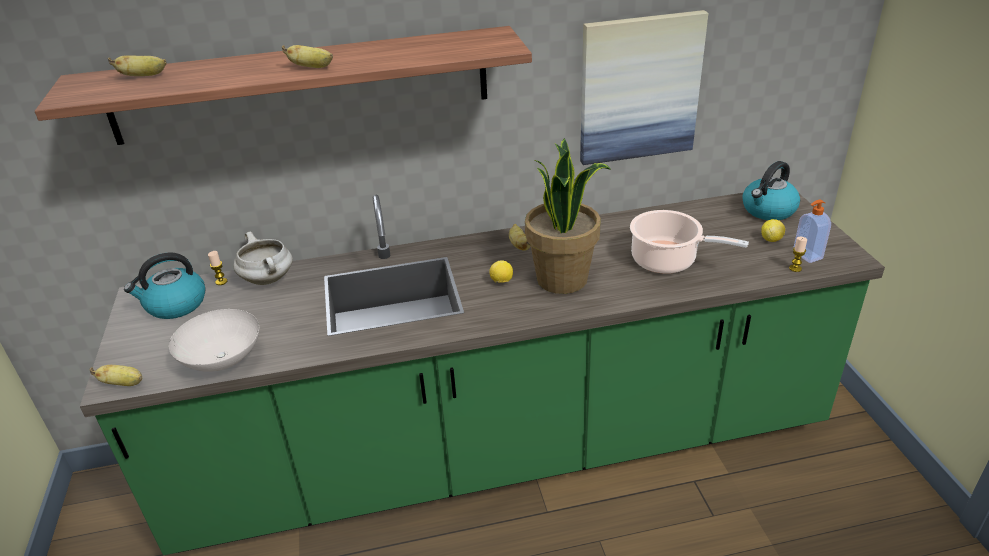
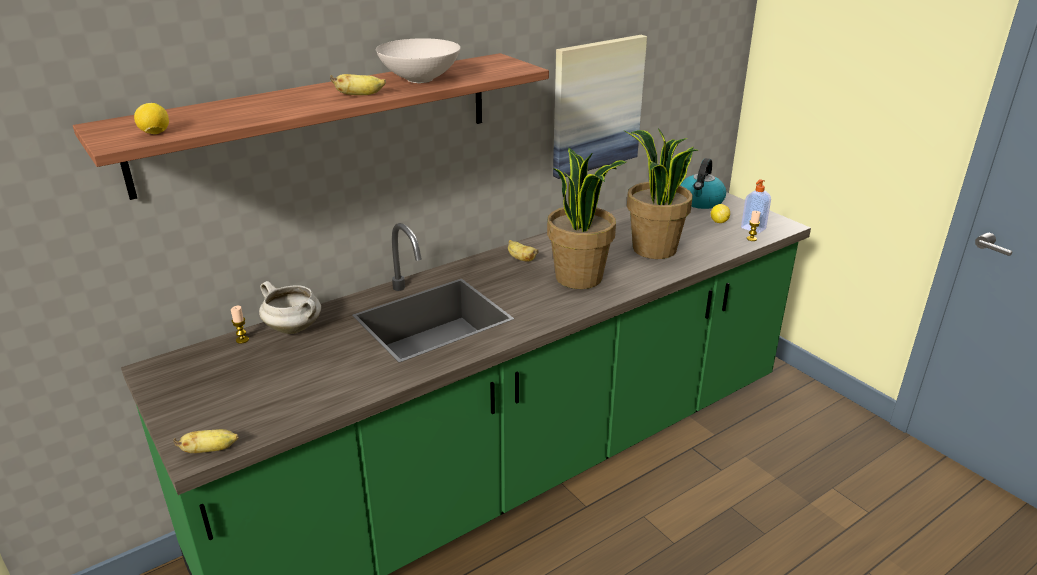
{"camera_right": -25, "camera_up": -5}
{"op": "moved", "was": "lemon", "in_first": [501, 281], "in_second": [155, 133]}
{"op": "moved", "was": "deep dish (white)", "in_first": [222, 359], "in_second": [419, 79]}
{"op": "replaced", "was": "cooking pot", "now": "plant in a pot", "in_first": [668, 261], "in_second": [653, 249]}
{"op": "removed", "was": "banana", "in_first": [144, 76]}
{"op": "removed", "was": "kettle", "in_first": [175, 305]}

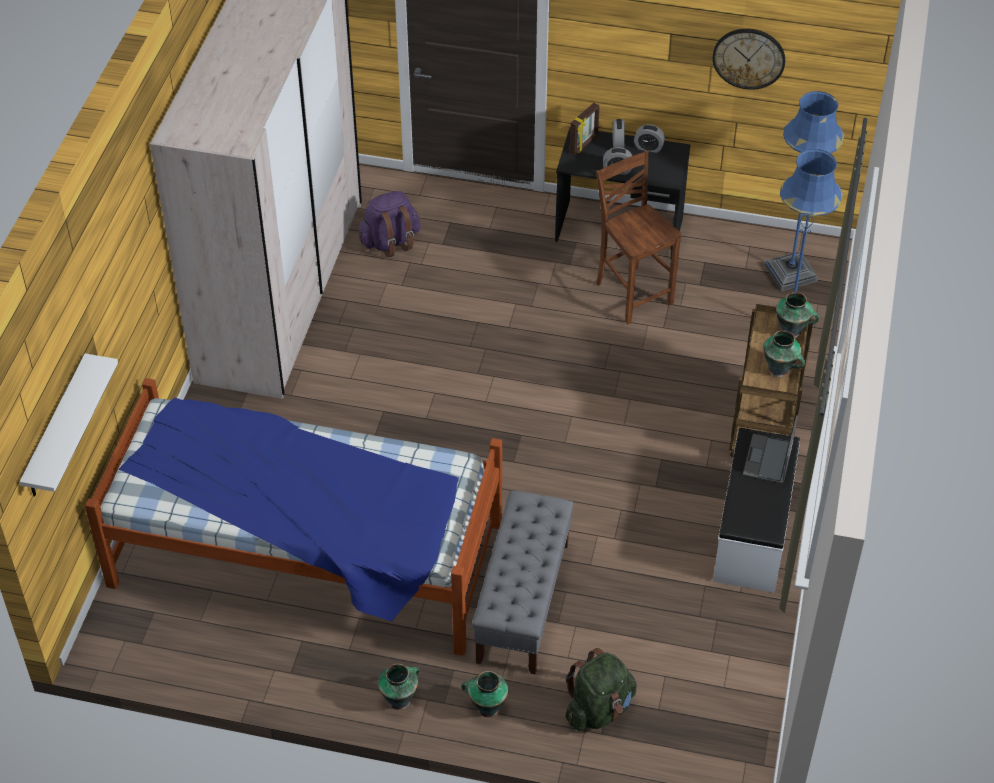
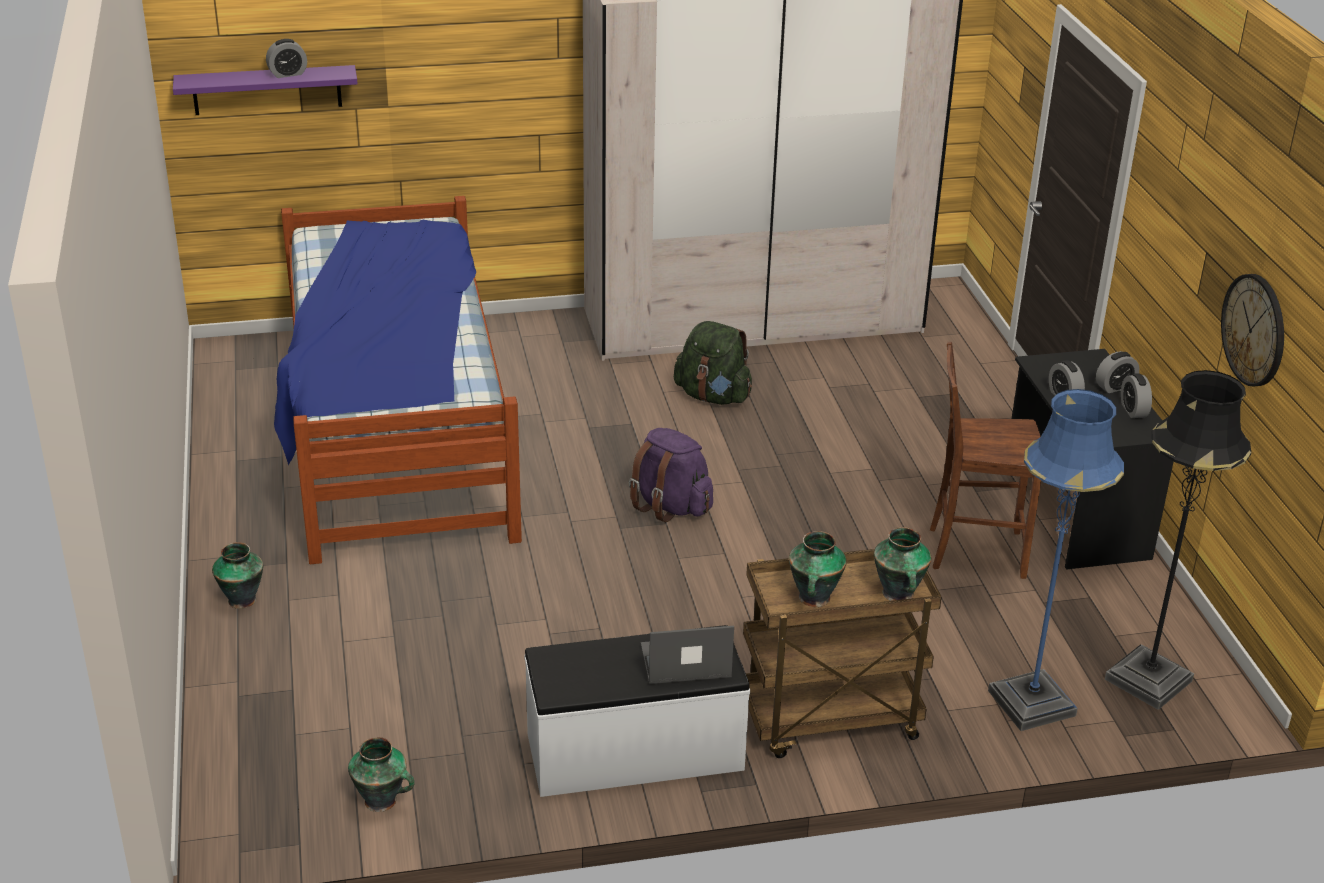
{"camera_right": 65, "camera_up": -15}
{"op": "recoloured", "was": "shelf (white)", "now": "shelf (purple)", "in_first": [56, 429], "in_second": [267, 90]}
{"op": "added", "now": "bedside clock", "in_second": [288, 74]}
{"op": "moved", "was": "decorative vase", "in_first": [400, 699], "in_second": [382, 801]}
{"op": "moved", "was": "rucksack (purple)", "in_first": [390, 242], "in_second": [670, 506]}
{"op": "moved", "was": "rucksack (green)", "in_first": [599, 709], "in_second": [713, 396]}
{"op": "turned", "was": "upright chair (brown)", "in_first": [632, 293], "in_second": [974, 551], "clockwise": -120}
{"op": "recoloured", "was": "standing lamp (blue)", "now": "standing lamp (black-coloured)", "in_first": [790, 273], "in_second": [1148, 680]}
{"op": "removed", "was": "indoor bench (grey)", "in_first": [523, 601]}
{"op": "removed", "was": "standing frame", "in_first": [584, 144]}

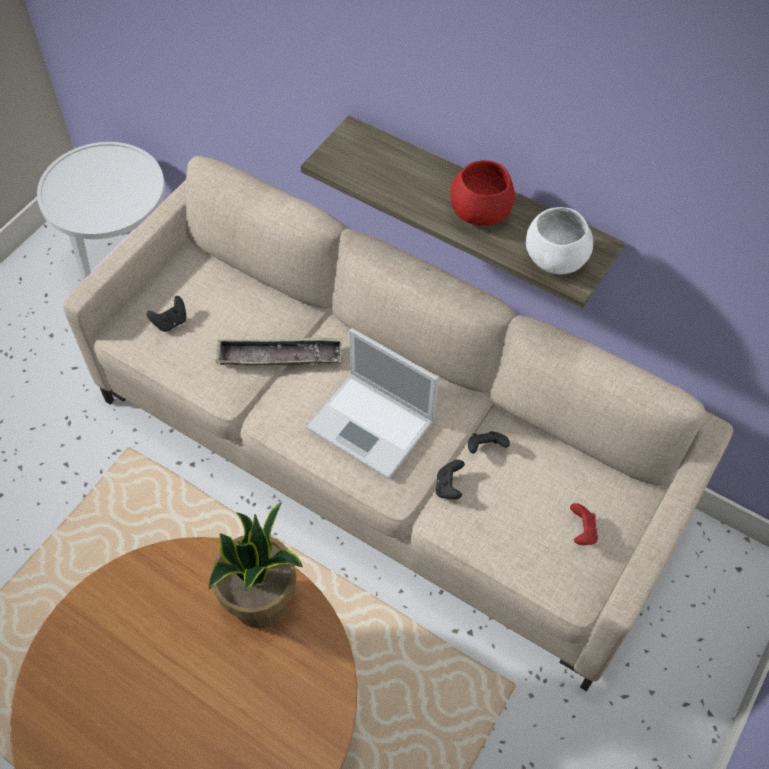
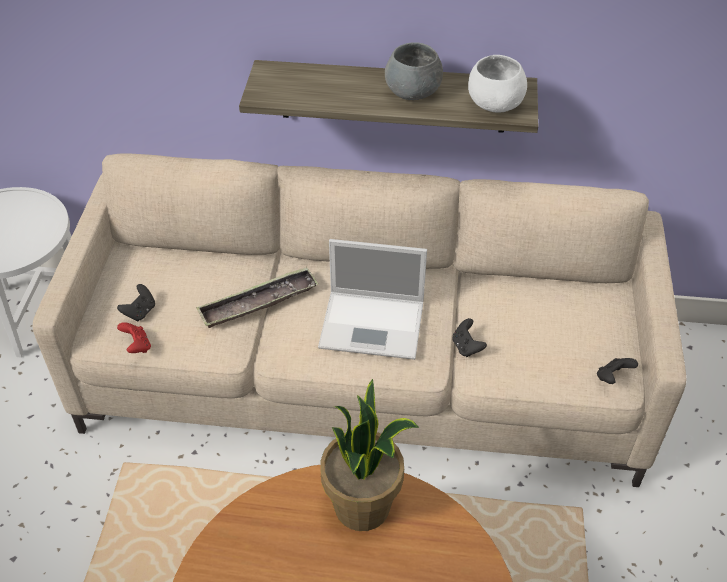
{"camera_right": -25, "camera_up": -10}
{"op": "moved", "was": "joypad (reddish)", "in_first": [582, 531], "in_second": [137, 346]}
{"op": "recoloured", "was": "deep dish (reddish)", "now": "deep dish (grey)", "in_first": [480, 213], "in_second": [413, 92]}
{"op": "moved", "was": "joypad (black-coloured)", "in_first": [485, 448], "in_second": [612, 377]}

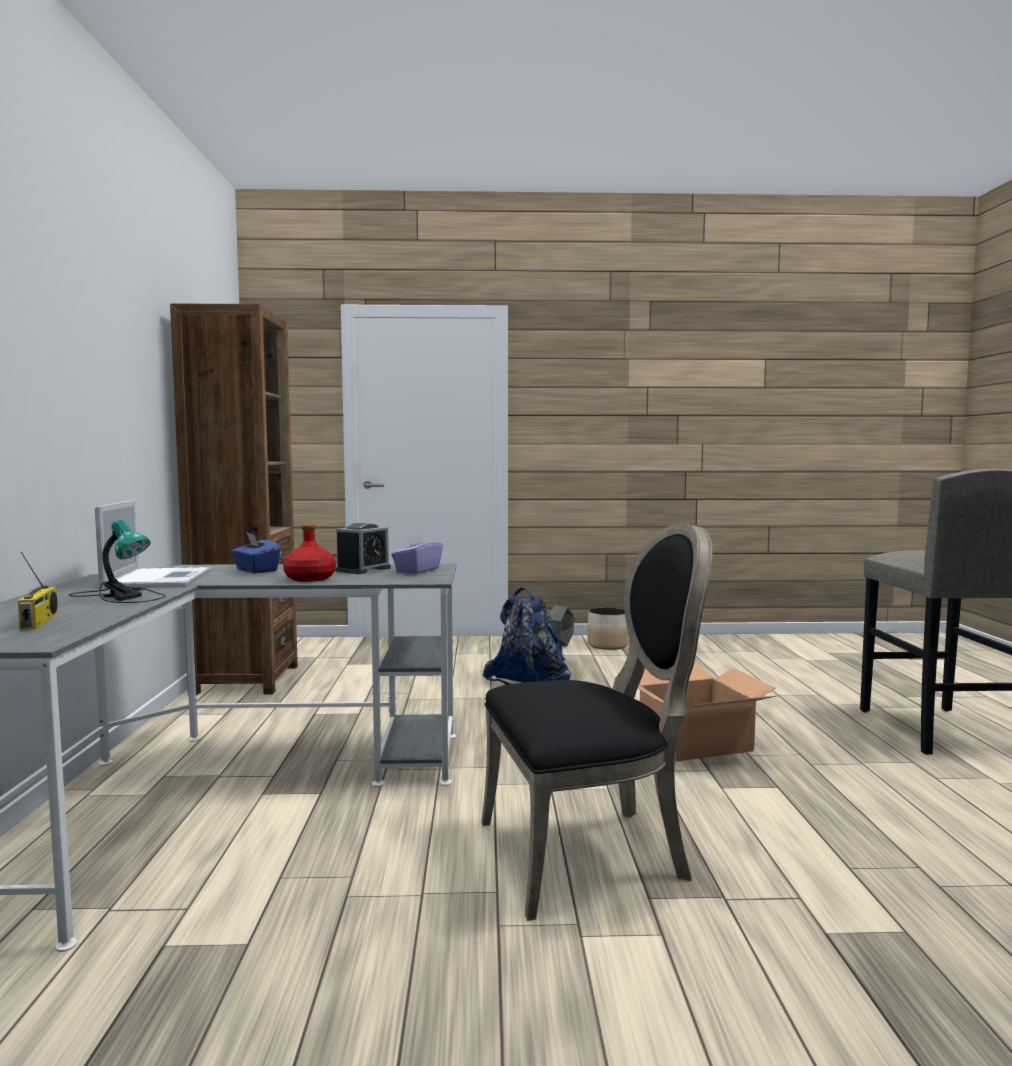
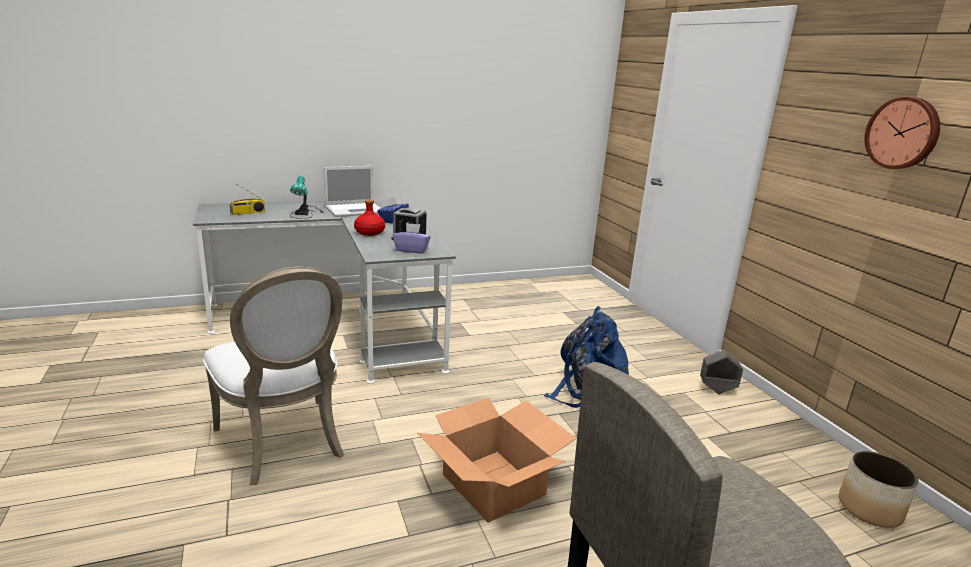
{"camera_right": 70, "camera_up": 15}
{"op": "recoloured", "was": "upright chair (black-coloured)", "now": "upright chair (white)", "in_first": [591, 853], "in_second": [284, 443]}
{"op": "moved", "was": "plant pot", "in_first": [607, 645], "in_second": [870, 509]}
{"op": "added", "now": "wall clock", "in_second": [903, 133]}
{"op": "removed", "was": "shelving unit (brown)", "in_first": [245, 679]}

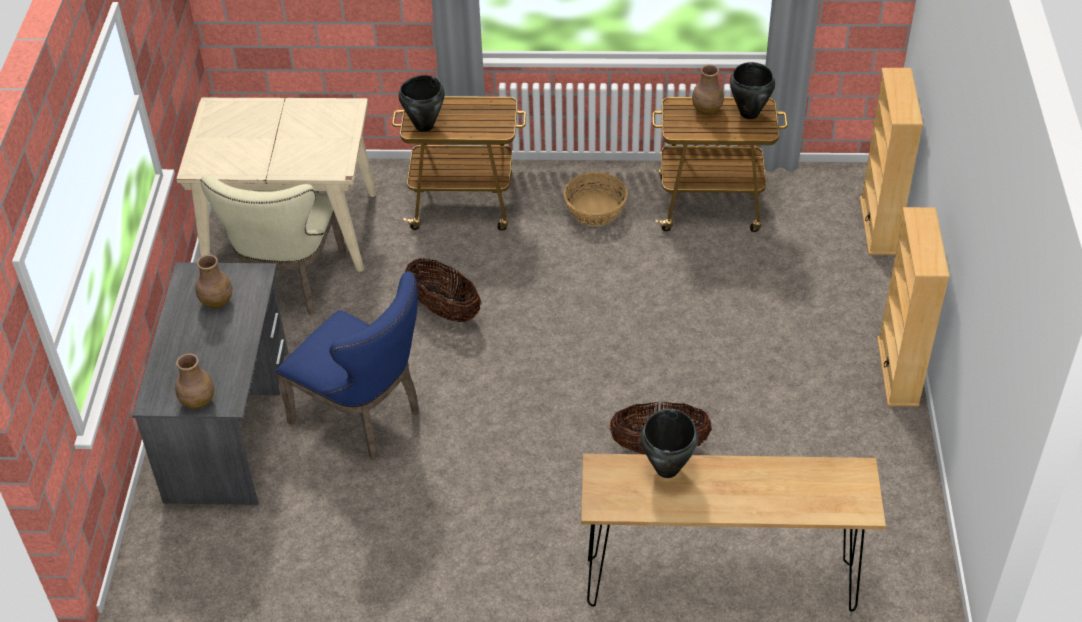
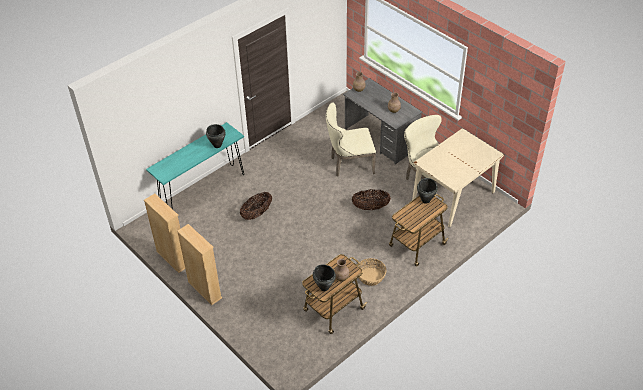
{"camera_right": 135, "camera_up": 0}
{"op": "moved", "was": "shelving unit (beige)", "in_first": [878, 226], "in_second": [172, 259]}
{"op": "recoloured", "was": "hall table (brown)", "now": "hall table (turquoise)", "in_first": [720, 585], "in_second": [202, 191]}
{"op": "recoloured", "was": "upright chair (blue)", "now": "upright chair (beige)", "in_first": [364, 417], "in_second": [349, 164]}

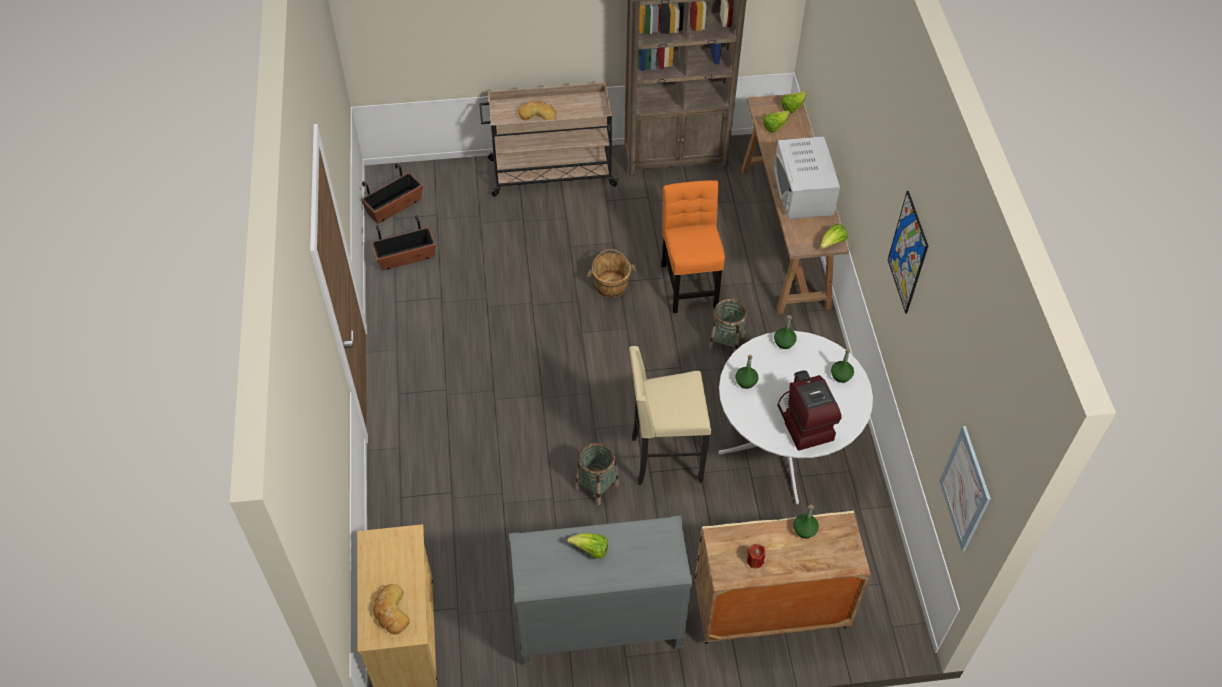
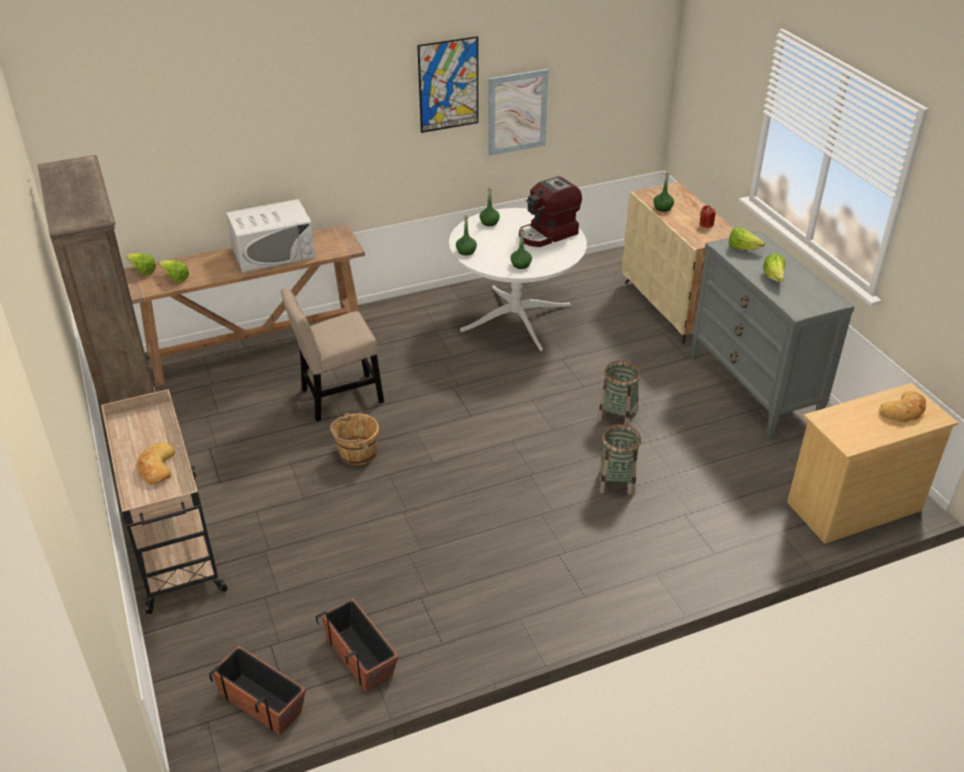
{"camera_right": -105, "camera_up": -15}
{"op": "recoloured", "was": "upright chair (orangey)", "now": "upright chair (beige)", "in_first": [689, 282], "in_second": [337, 397]}
{"op": "moved", "was": "picture", "in_first": [965, 489], "in_second": [517, 112]}
{"op": "moved", "was": "basket", "in_first": [726, 342], "in_second": [617, 482]}
{"op": "moved", "was": "head of lettuce", "in_first": [832, 243], "in_second": [742, 248]}
{"op": "removed", "was": "stool (beige)", "in_first": [664, 459]}

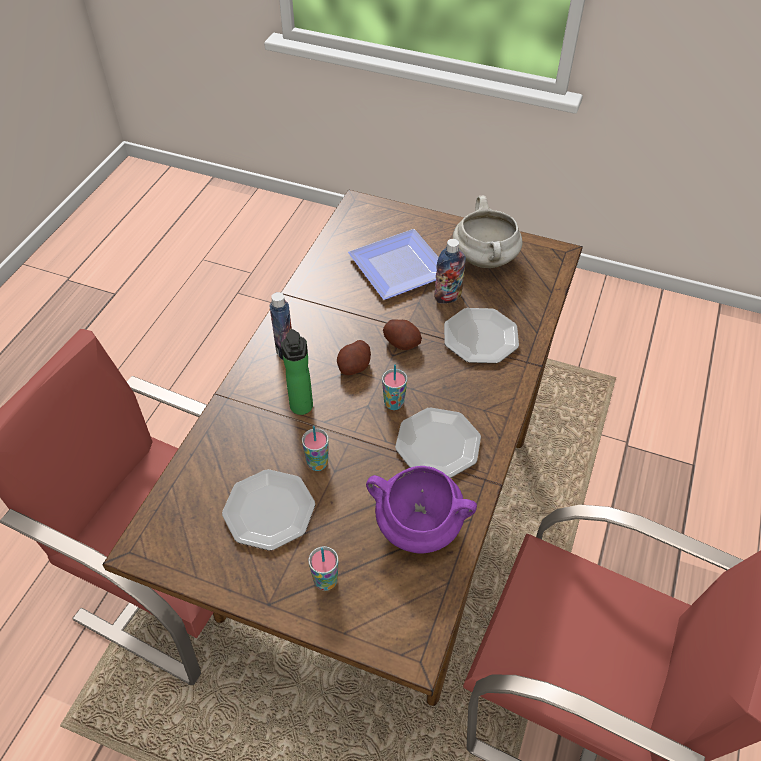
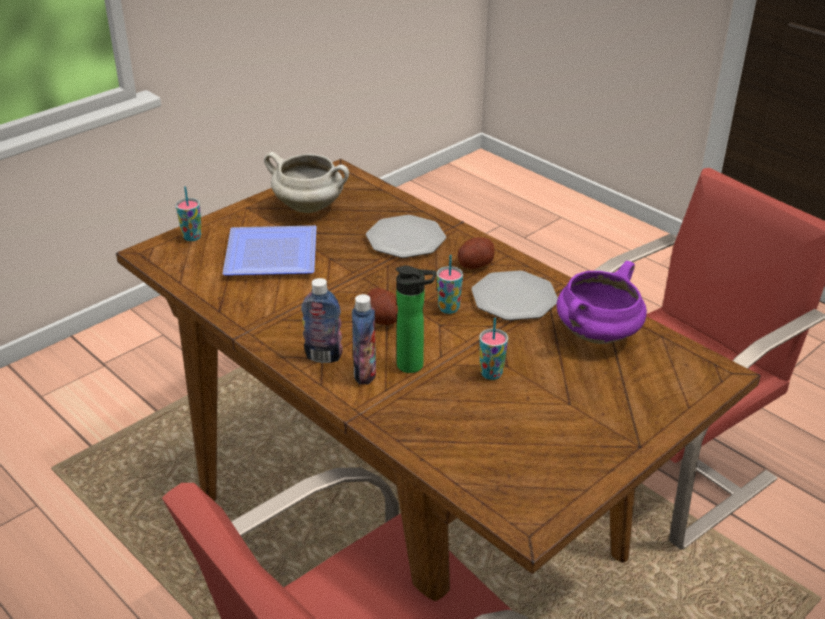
{"camera_right": -65, "camera_up": -15}
{"op": "moved", "was": "drinking cup", "in_first": [325, 581], "in_second": [192, 237]}
{"op": "moved", "was": "bottle", "in_first": [447, 297], "in_second": [365, 374]}
{"op": "moved", "was": "potato", "in_first": [402, 342], "in_second": [475, 264]}
{"op": "removed", "was": "flat dish", "in_first": [269, 512]}

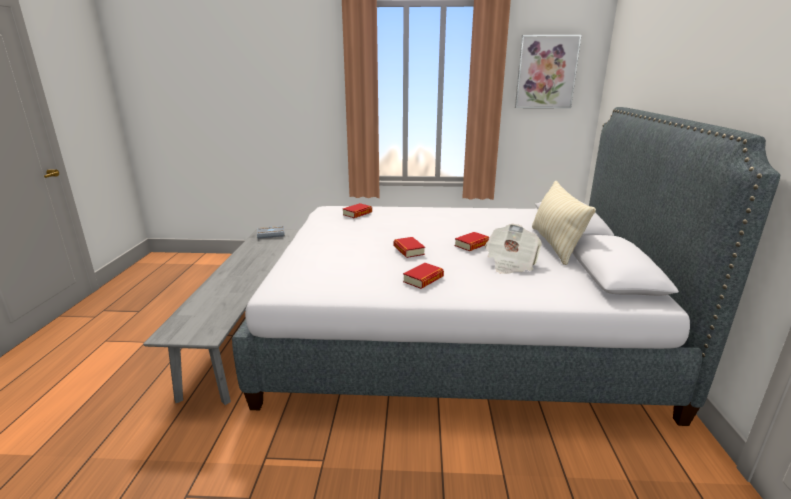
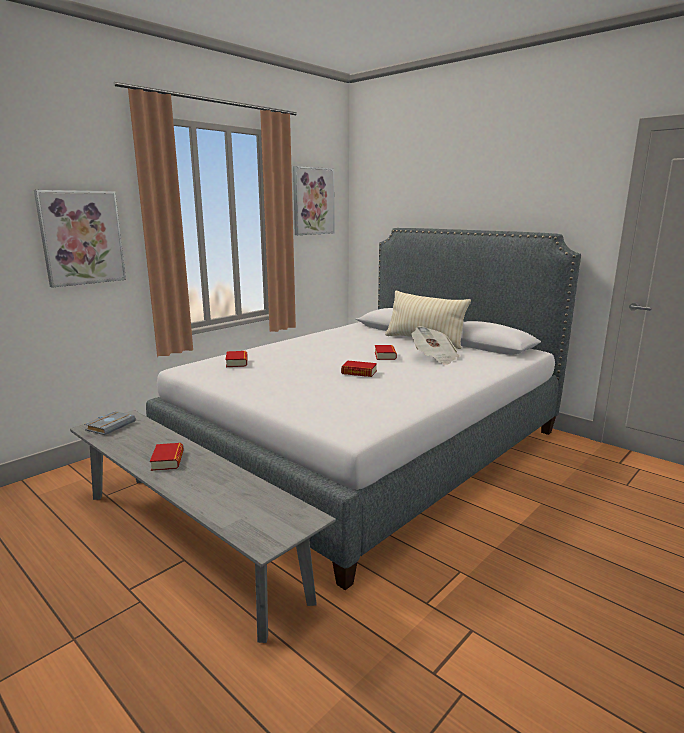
{"camera_right": -50, "camera_up": -5}
{"op": "added", "now": "picture", "in_second": [81, 237]}
{"op": "moved", "was": "volume", "in_first": [423, 279], "in_second": [167, 460]}

